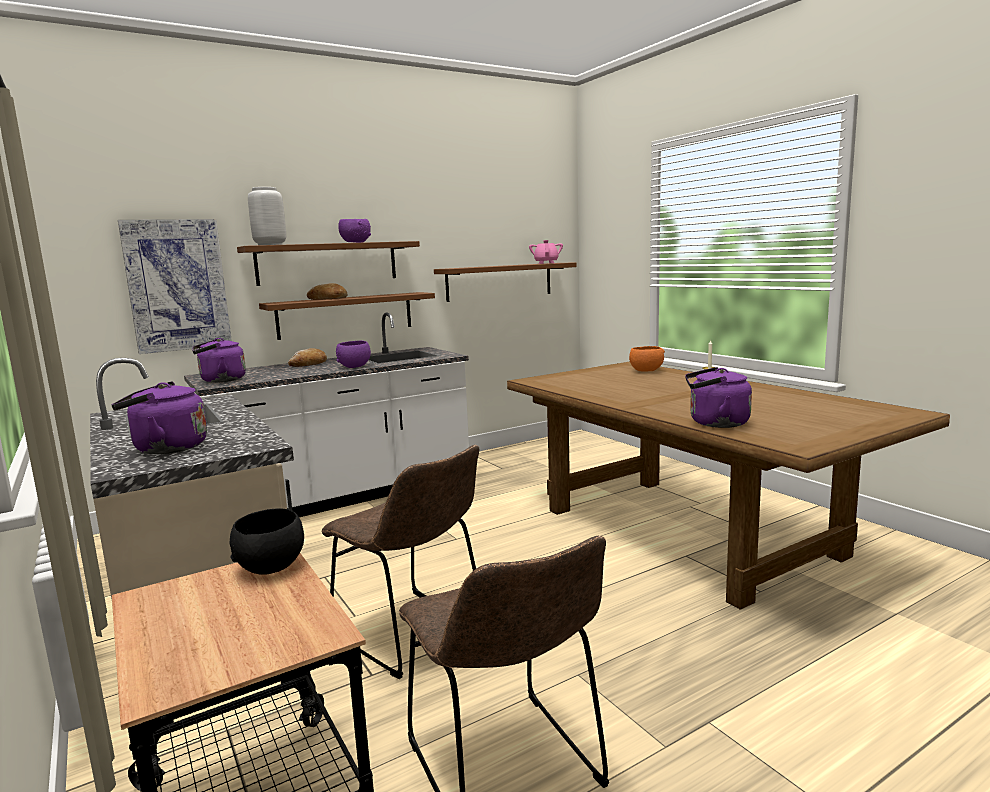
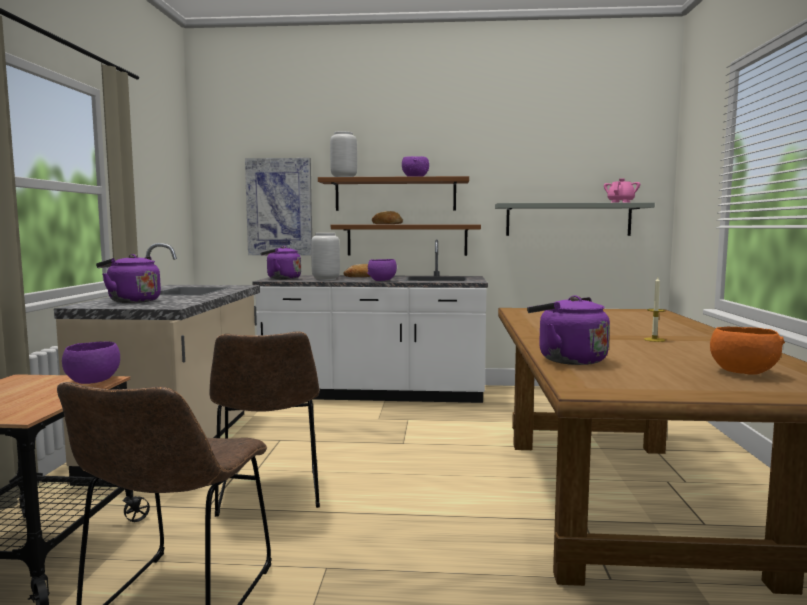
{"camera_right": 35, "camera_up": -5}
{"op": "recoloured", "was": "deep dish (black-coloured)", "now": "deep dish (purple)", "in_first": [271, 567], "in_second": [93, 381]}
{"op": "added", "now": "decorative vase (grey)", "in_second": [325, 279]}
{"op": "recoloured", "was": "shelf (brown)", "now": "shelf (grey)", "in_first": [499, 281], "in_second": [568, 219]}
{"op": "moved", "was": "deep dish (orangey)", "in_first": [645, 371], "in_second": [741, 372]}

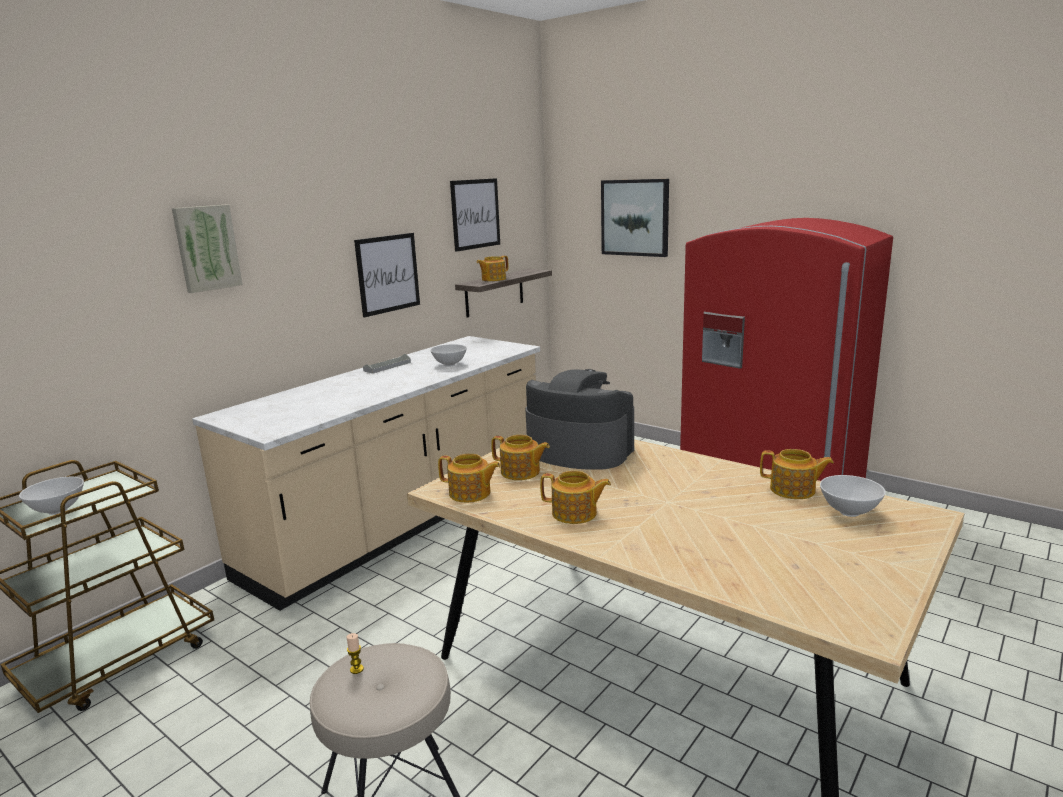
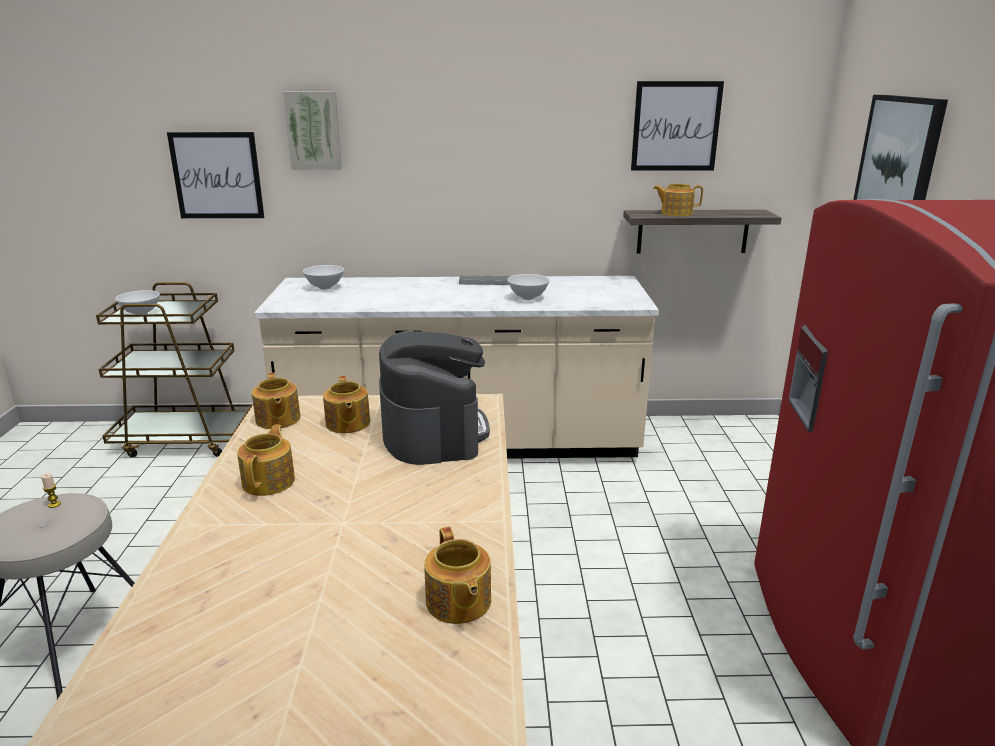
{"camera_right": 50, "camera_up": 5}
{"op": "moved", "was": "picture", "in_first": [388, 274], "in_second": [217, 175]}
{"op": "turned", "was": "teapot", "in_first": [575, 514], "in_second": [270, 481], "clockwise": -150}
{"op": "moved", "was": "deep dish (white)", "in_first": [849, 513], "in_second": [324, 288]}

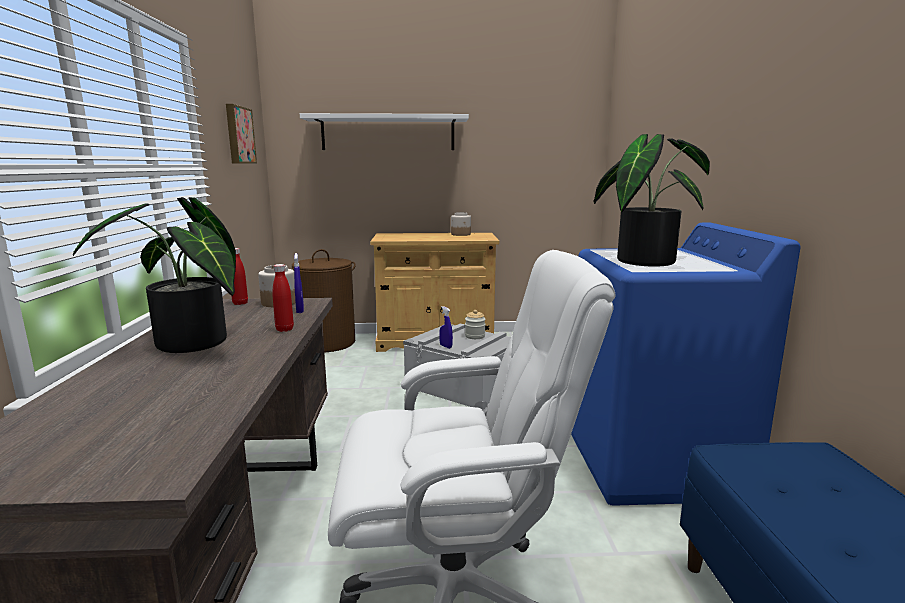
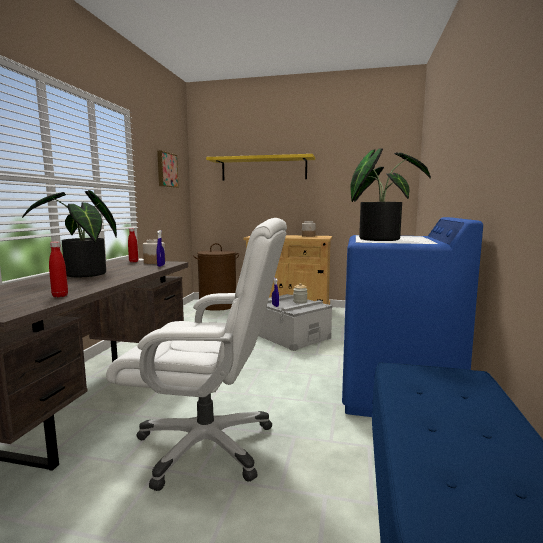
{"camera_right": 15, "camera_up": -5}
{"op": "moved", "was": "bottle (reddish)", "in_first": [284, 329], "in_second": [60, 296]}
{"op": "recoloured", "was": "shelf (white)", "now": "shelf (yellow)", "in_first": [388, 133], "in_second": [263, 169]}

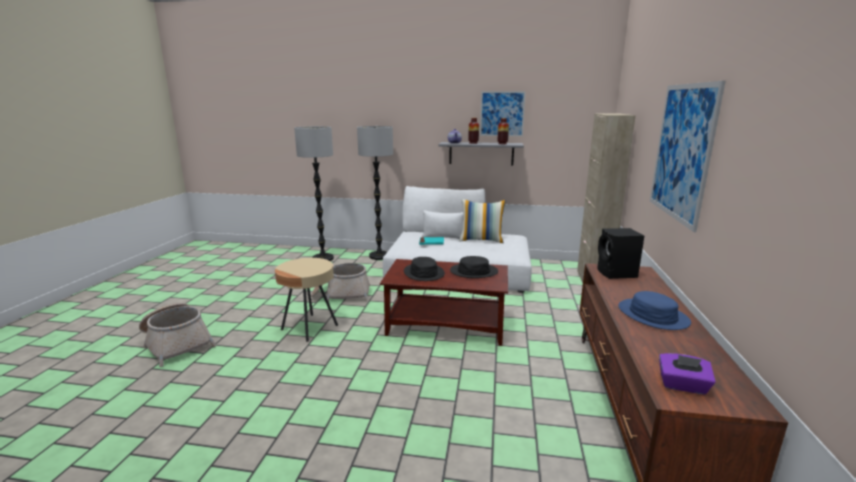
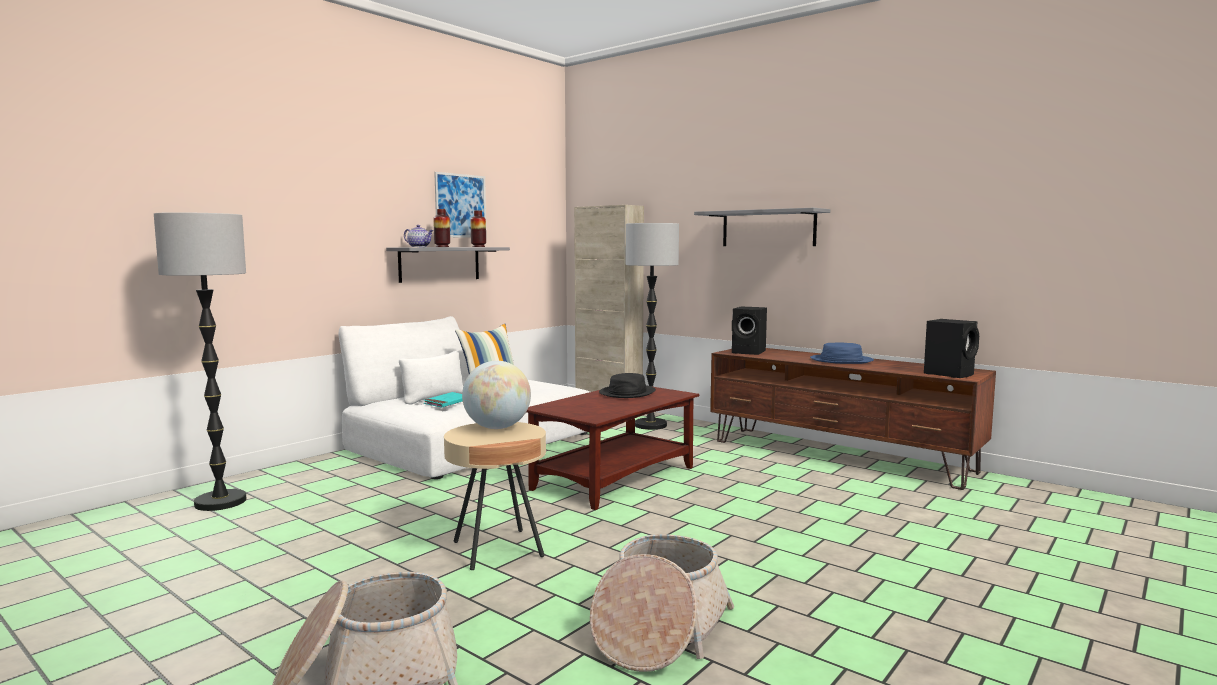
{"camera_right": -60, "camera_up": -10}
{"op": "added", "now": "desk globe", "in_second": [497, 428]}
{"op": "moved", "was": "basket", "in_first": [341, 294], "in_second": [659, 630]}
{"op": "moved", "was": "standing lamp", "in_first": [379, 256], "in_second": [650, 425]}
{"op": "replaced", "was": "picture", "now": "shelf (grey)", "in_first": [681, 152], "in_second": [768, 228]}
{"op": "replaced", "was": "tissue box (purple)", "now": "audio speaker (black-coloured)", "in_first": [683, 385], "in_second": [950, 374]}
{"op": "removed", "was": "wearable hat (black-coloured)", "in_first": [423, 273]}

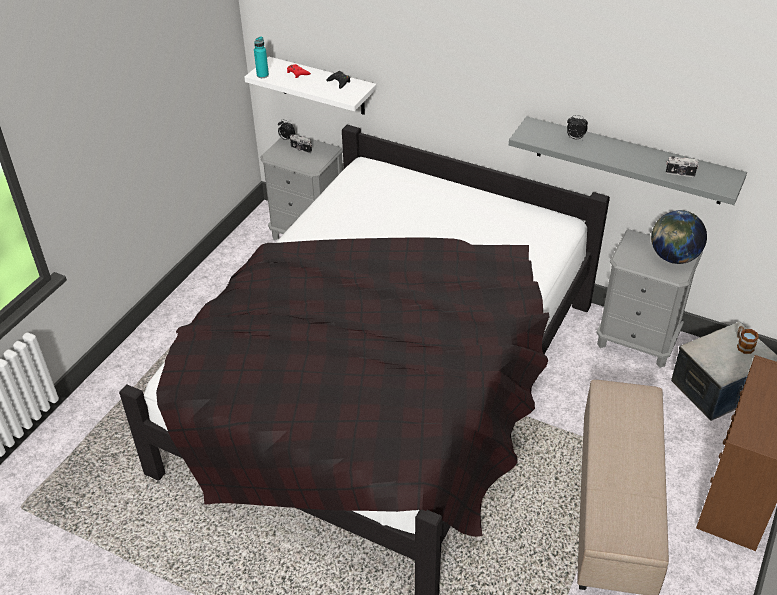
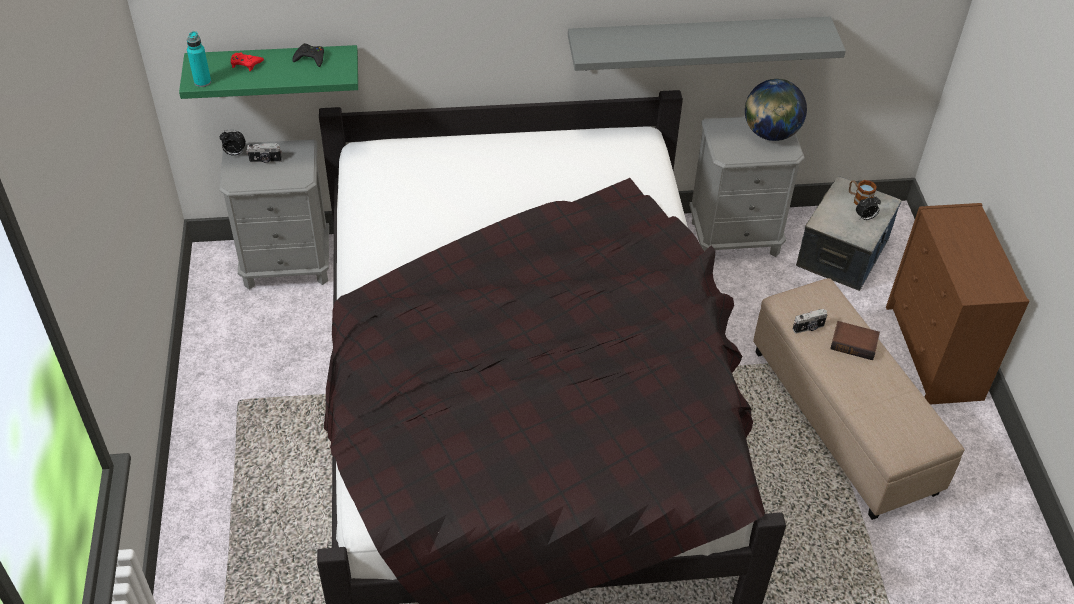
{"camera_right": -35, "camera_up": 5}
{"op": "recoloured", "was": "shelf (white)", "now": "shelf (green)", "in_first": [322, 86], "in_second": [274, 70]}
{"op": "moved", "was": "still camera", "in_first": [680, 174], "in_second": [808, 328]}
{"op": "added", "now": "volume", "in_second": [854, 343]}
{"op": "moved", "was": "bedside clock", "in_first": [575, 138], "in_second": [865, 218]}

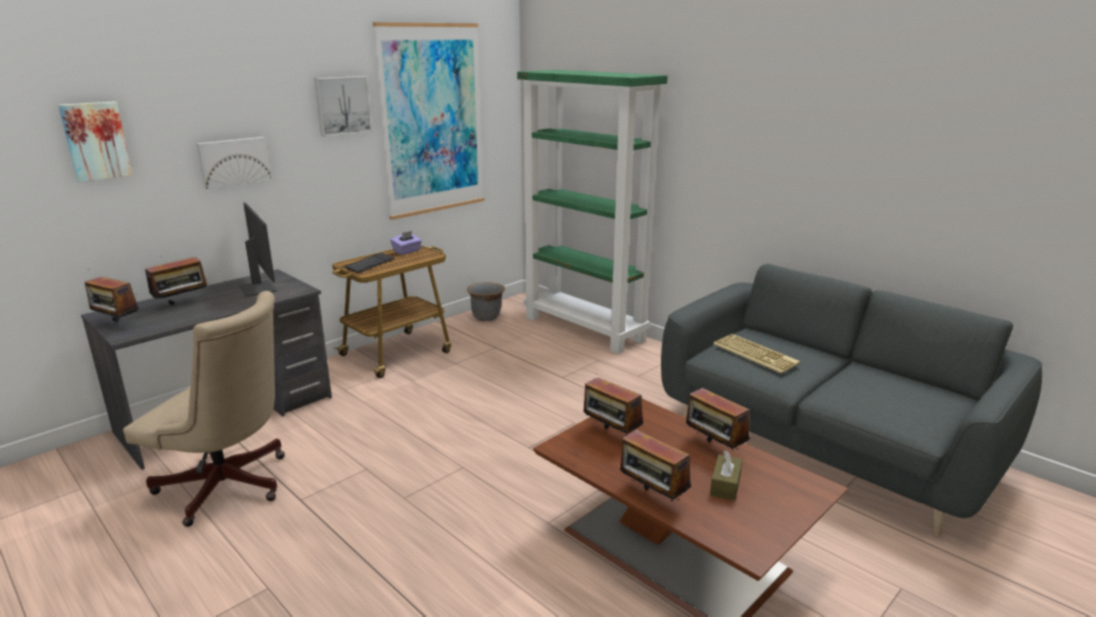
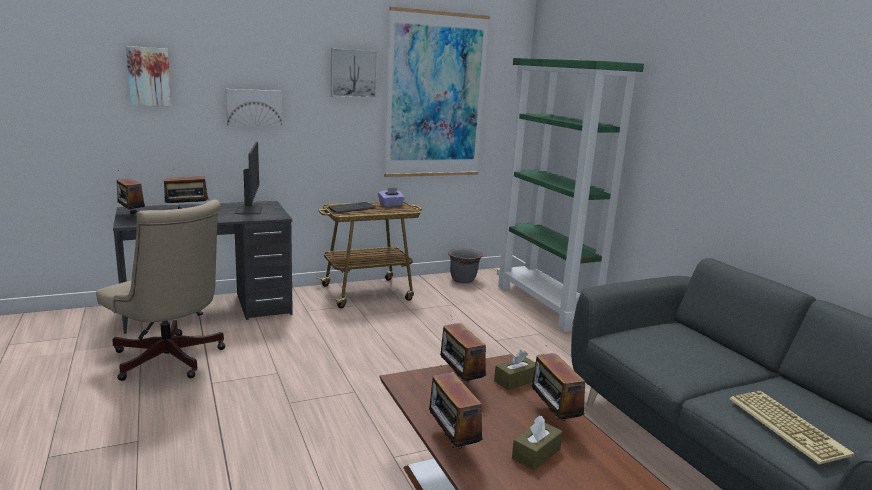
{"camera_right": 20, "camera_up": -5}
{"op": "added", "now": "tissue box (brown)", "in_second": [515, 380]}
{"op": "moved", "was": "PC keyboard", "in_first": [756, 354], "in_second": [789, 427]}

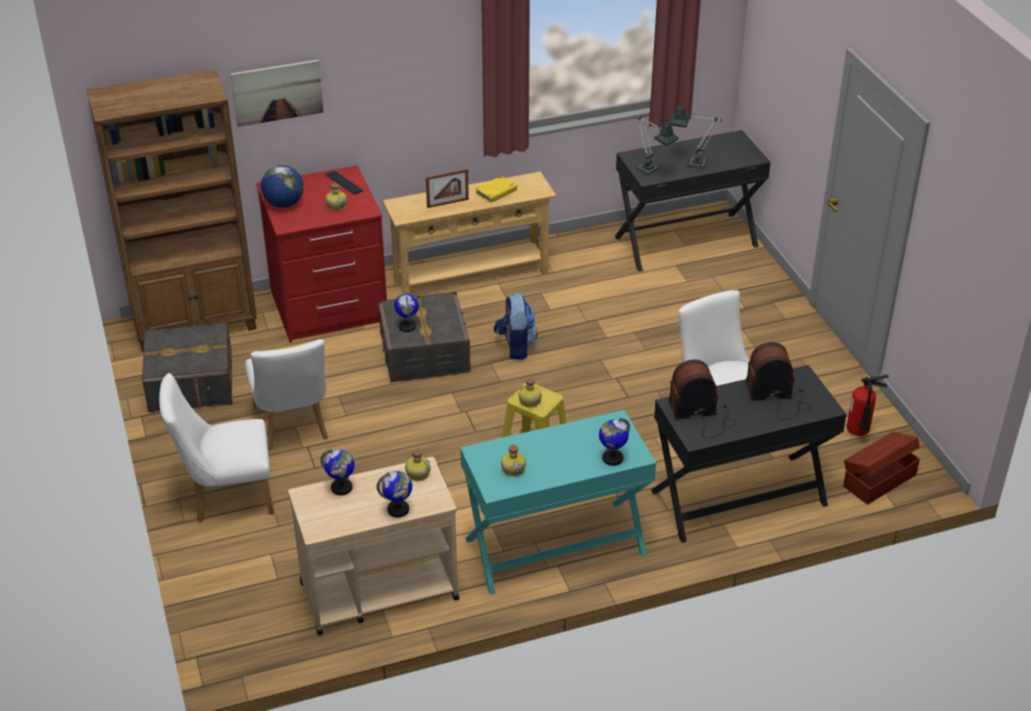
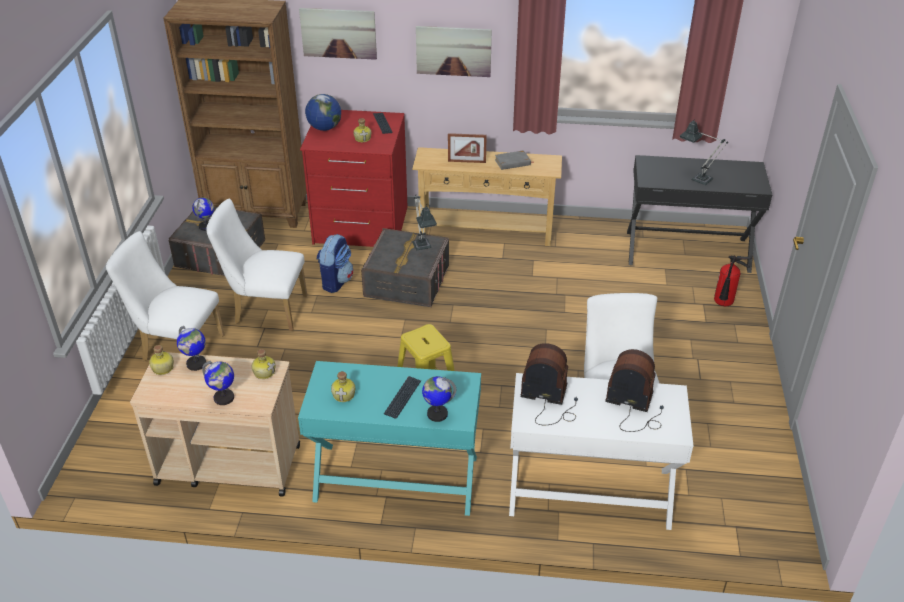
{"camera_right": 25, "camera_up": 0}
{"op": "moved", "was": "bottle", "in_first": [529, 402], "in_second": [162, 369]}
{"op": "moved", "was": "desk globe", "in_first": [407, 326], "in_second": [206, 226]}
{"op": "turned", "was": "upright chair (white)", "in_first": [293, 427], "in_second": [265, 310], "clockwise": 90}
{"op": "moved", "was": "rucksack", "in_first": [515, 347], "in_second": [336, 281]}
{"op": "added", "now": "PC keyboard", "in_second": [403, 397]}
{"op": "moved", "was": "tabletop lamp", "in_first": [651, 171], "in_second": [423, 248]}
{"op": "added", "now": "picture", "in_second": [453, 51]}
{"op": "recoloured", "was": "volume (yellow)", "now": "volume (grey)", "in_first": [496, 192], "in_second": [512, 162]}
{"op": "recoloured", "was": "desk unit (black-coloured)", "now": "desk unit (white)", "in_first": [739, 498], "in_second": [589, 493]}
{"op": "moved", "was": "fire extinguisher", "in_first": [859, 433], "in_second": [723, 304]}
{"op": "removed", "was": "storage bin (brown)", "in_first": [878, 480]}

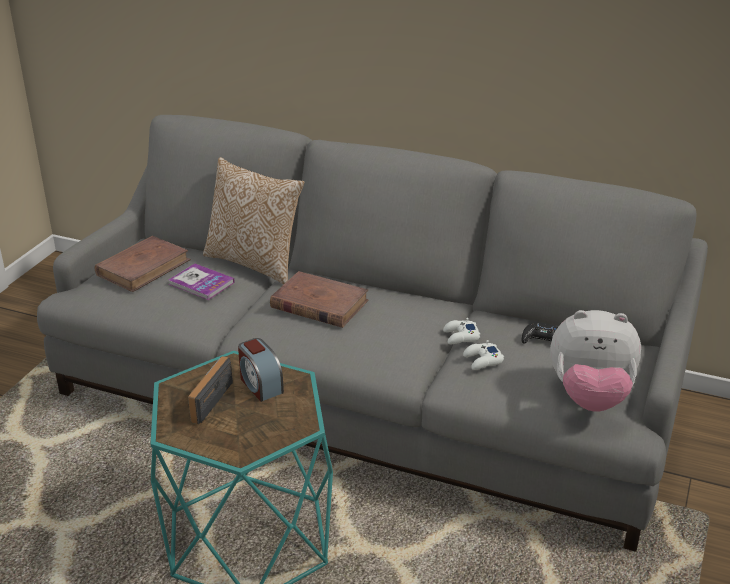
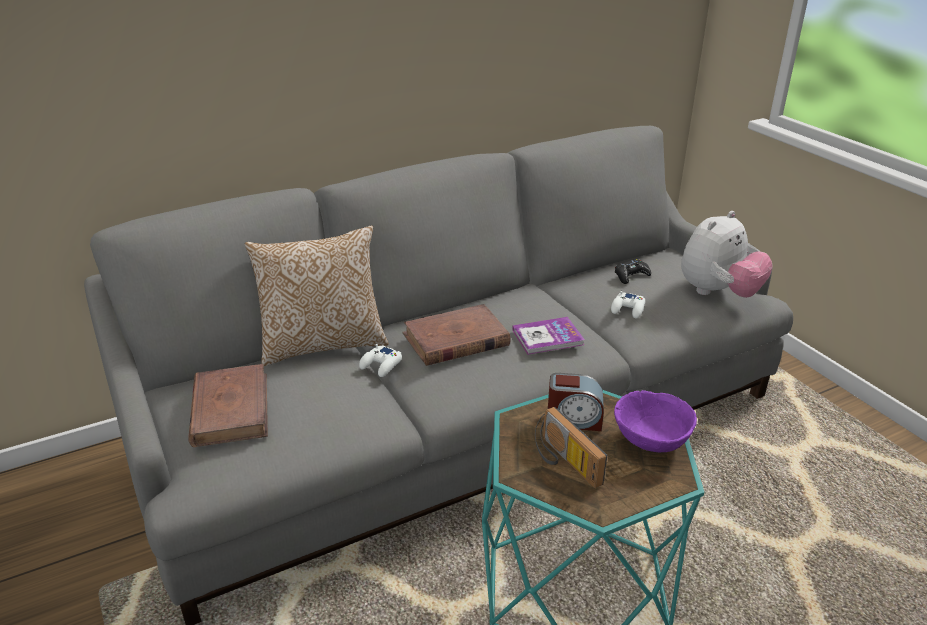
{"camera_right": -50, "camera_up": 0}
{"op": "moved", "was": "joypad (white)", "in_first": [460, 336], "in_second": [381, 365]}
{"op": "moved", "was": "volume", "in_first": [201, 283], "in_second": [547, 337]}
{"op": "added", "now": "deep dish (purple)", "in_second": [650, 441]}

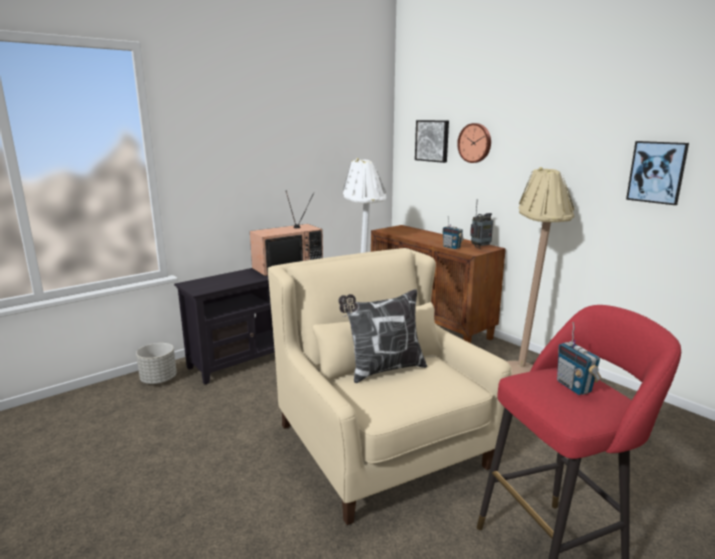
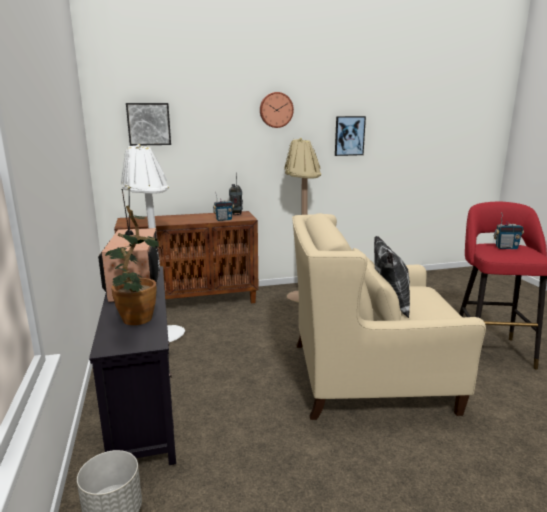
{"camera_right": -65, "camera_up": 0}
{"op": "added", "now": "plant in a pot", "in_second": [135, 322]}
{"op": "moved", "was": "wall clock", "in_first": [475, 143], "in_second": [276, 110]}

